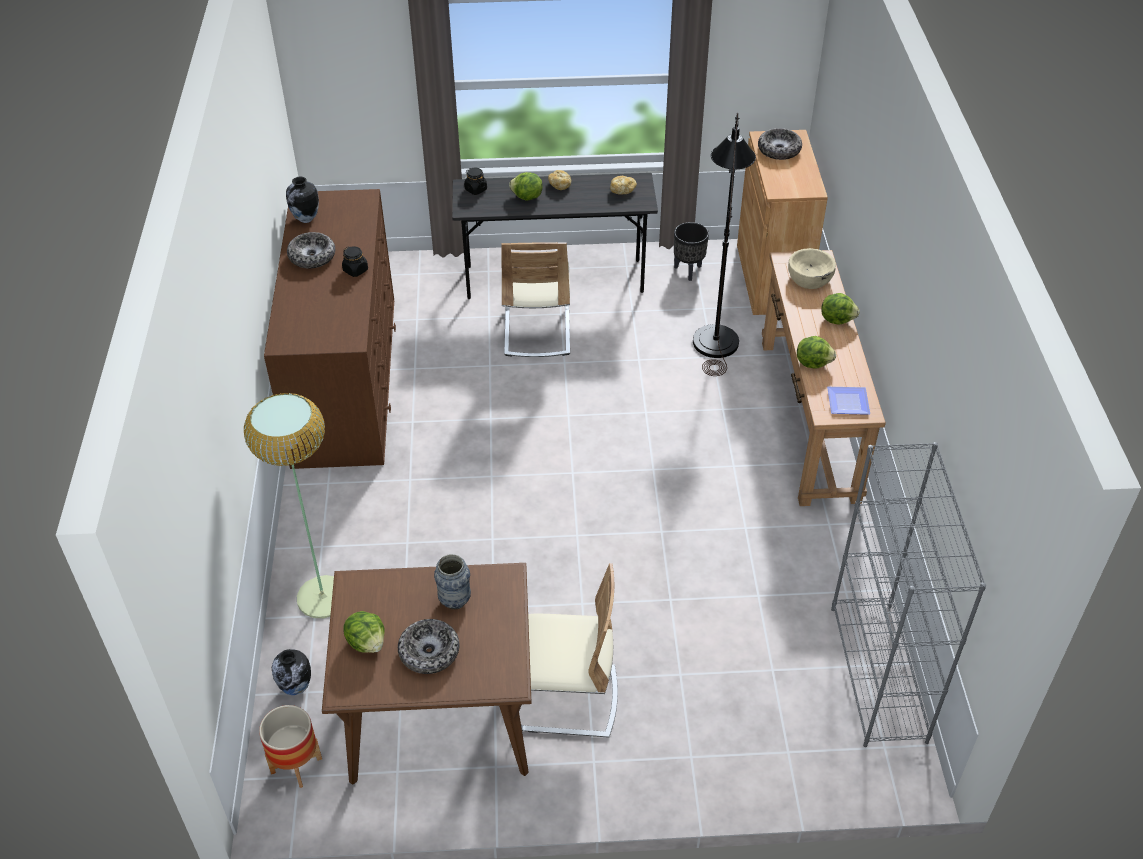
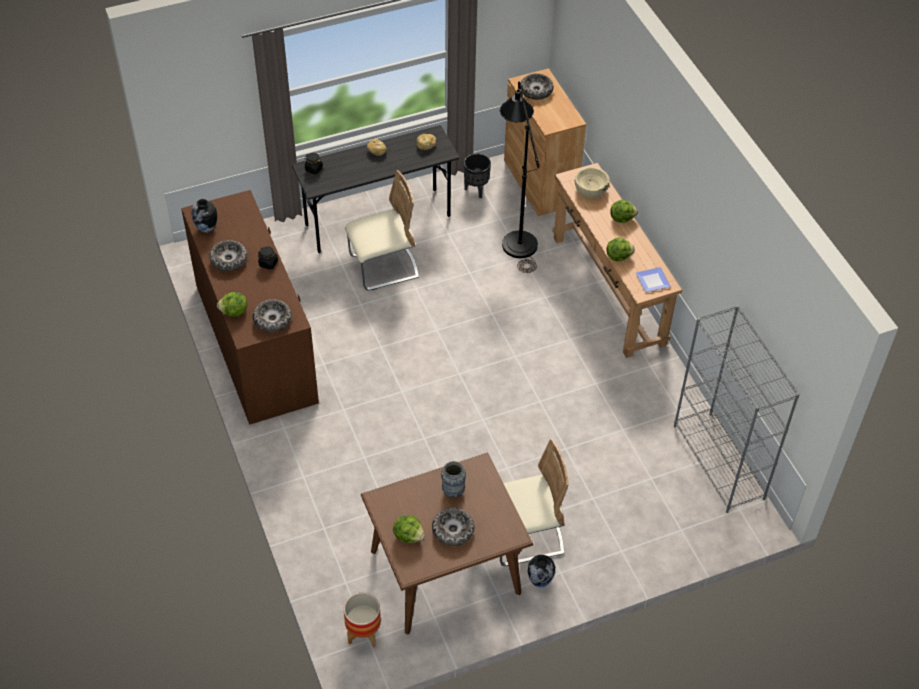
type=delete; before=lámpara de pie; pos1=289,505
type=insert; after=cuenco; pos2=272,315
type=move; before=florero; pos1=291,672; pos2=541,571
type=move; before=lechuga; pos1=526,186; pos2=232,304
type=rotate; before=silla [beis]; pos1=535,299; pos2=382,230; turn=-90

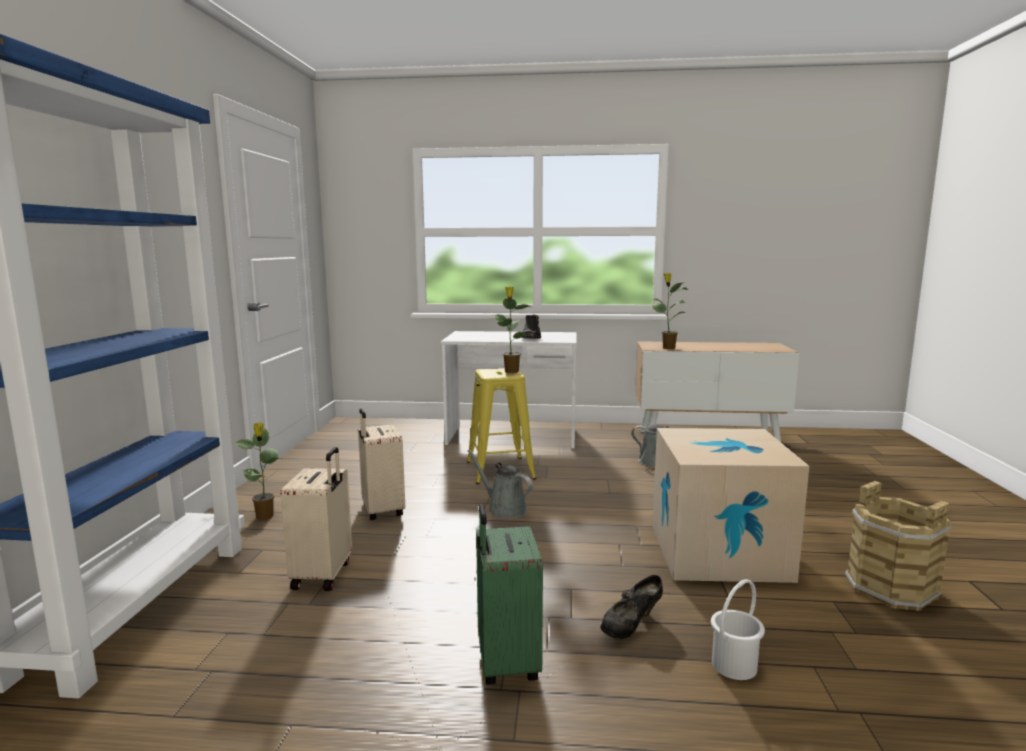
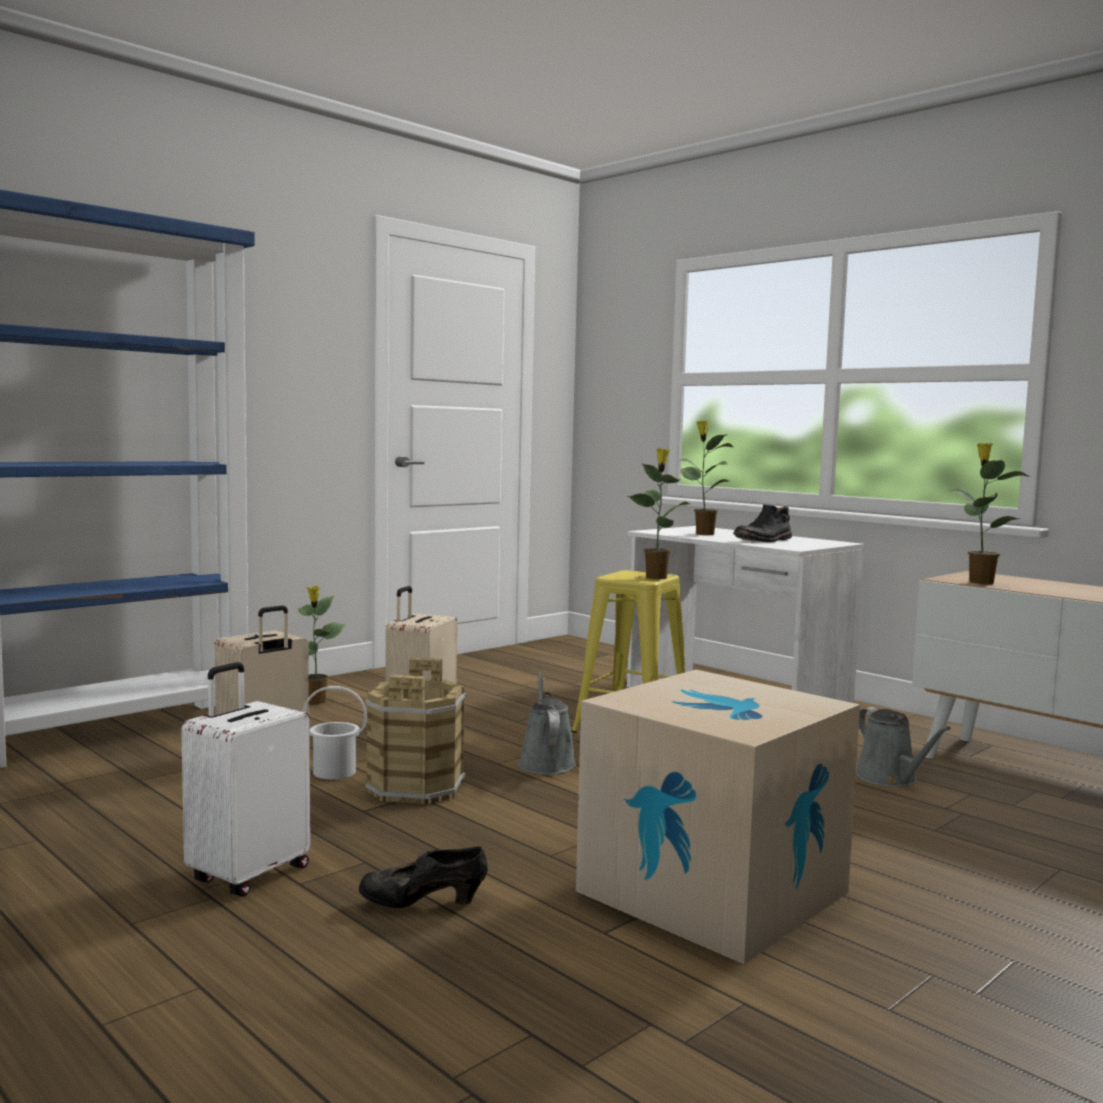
type=insert; after=planta en maceta; pos2=706,478
type=move; before=cubo [blanco]; pos1=738,629; pos2=334,733
type=move; before=cubo [marrón]; pos1=898,546; pos2=416,731
type=recolor; before=maleta [verde]; after=maleta [blanco]; pos1=509,594; pos2=245,779

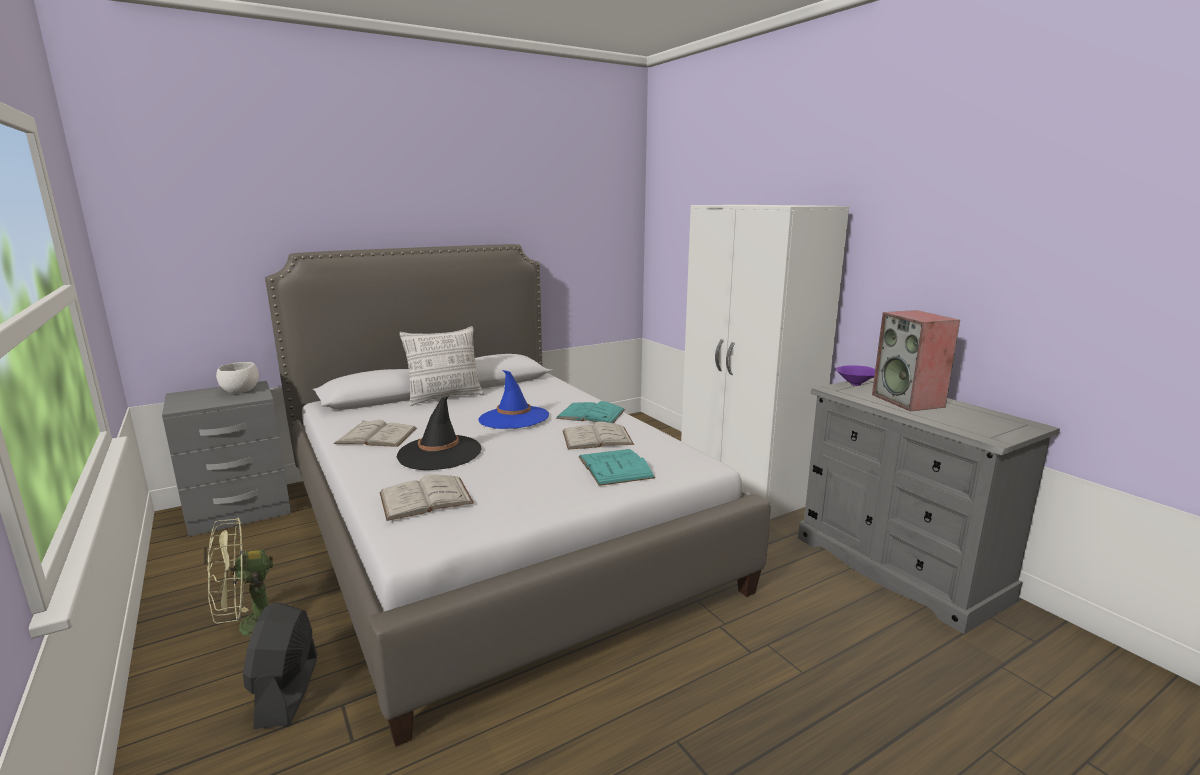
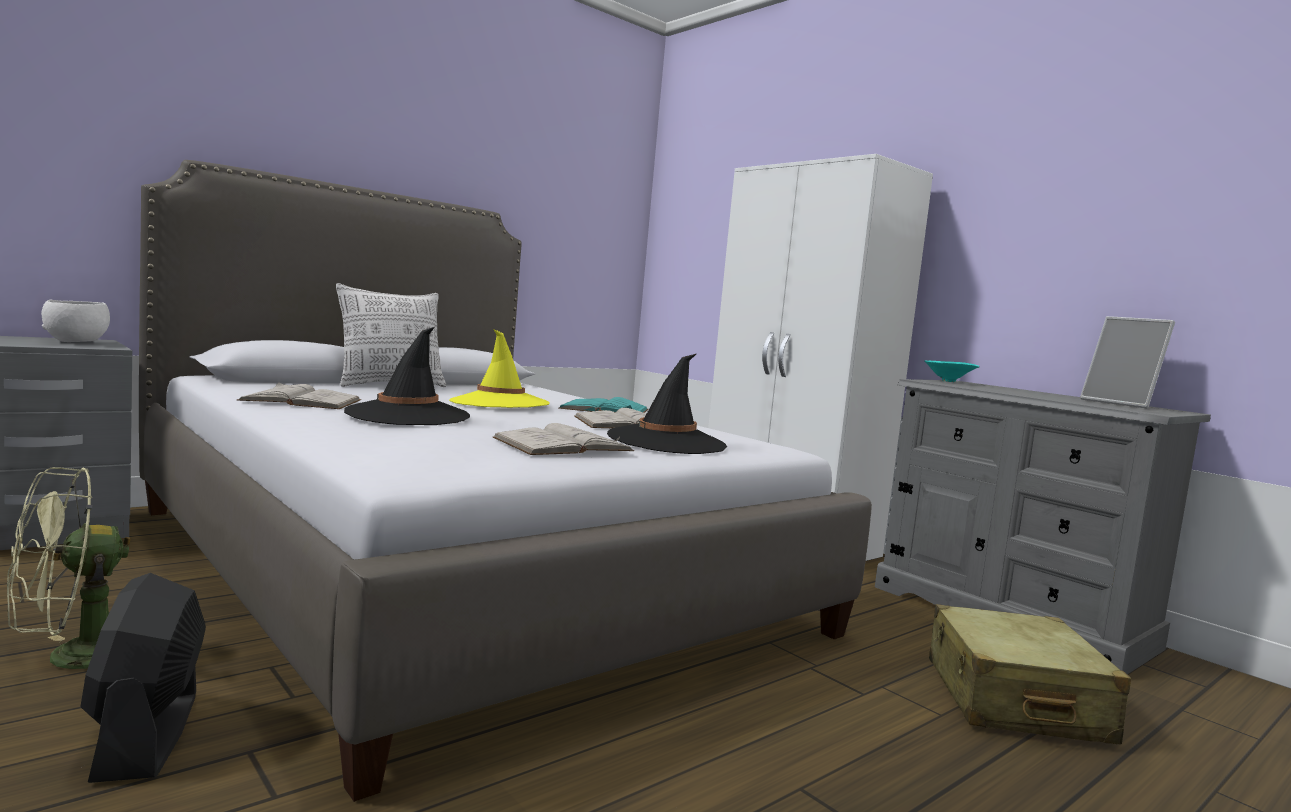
type=delete; before=altavoz; pos1=916,360
type=insert; after=maleta [beis]; pos2=1030,674
type=insert; after=portarretratos; pos2=1127,362
type=move; before=libro [blanco]; pos1=427,498; pos2=563,439
type=replace; before=libro [turquesa]; after=sombrero [negro]; pos1=616,467; pos2=667,404
type=recolor; before=sombrero [azul]; after=sombrero [amarillo]; pos1=513,399; pos2=499,368
type=recolor; before=cuenco [morado]; after=cuenco [turquesa]; pos1=855,375; pos2=952,371

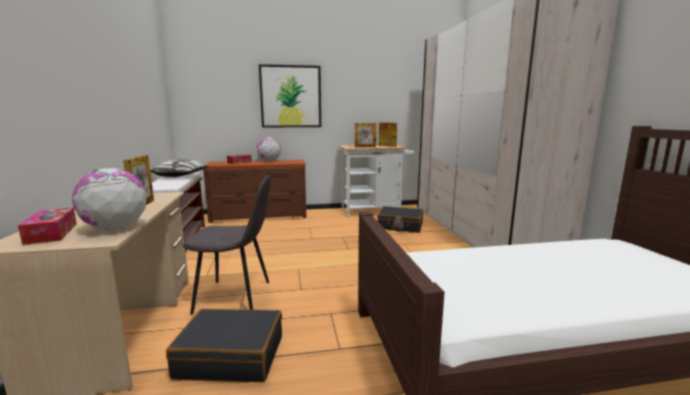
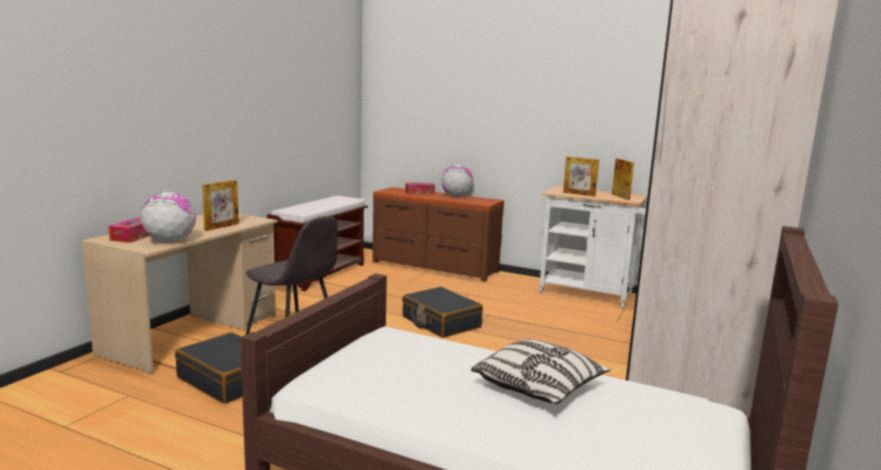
type=delete; before=cuadro; pos1=290,96
type=move; before=cojín; pos1=180,168; pos2=540,371
type=move; before=maleta [negro]; pos1=400,219; pos2=442,312

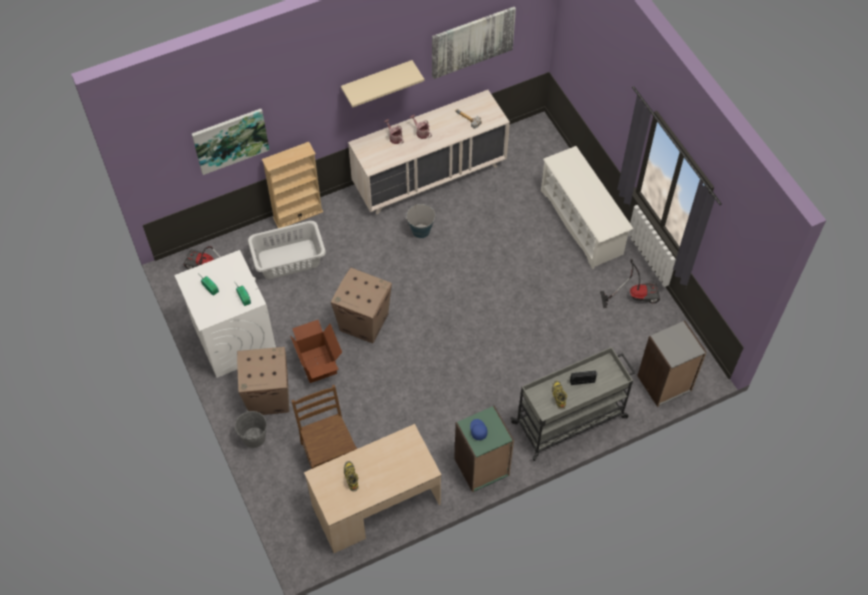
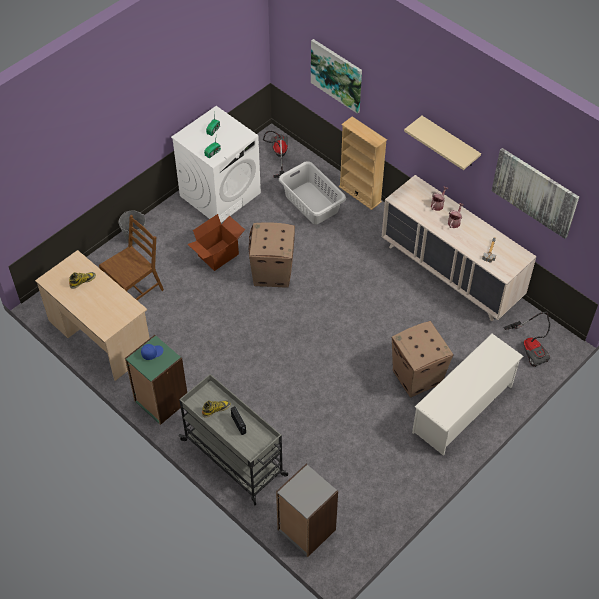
type=delete; before=cubo; pos1=420,221
type=move; before=caja de cartón; pos1=263,381; pos2=423,359
type=move; before=aspiradora; pos1=630,283; pos2=527,339

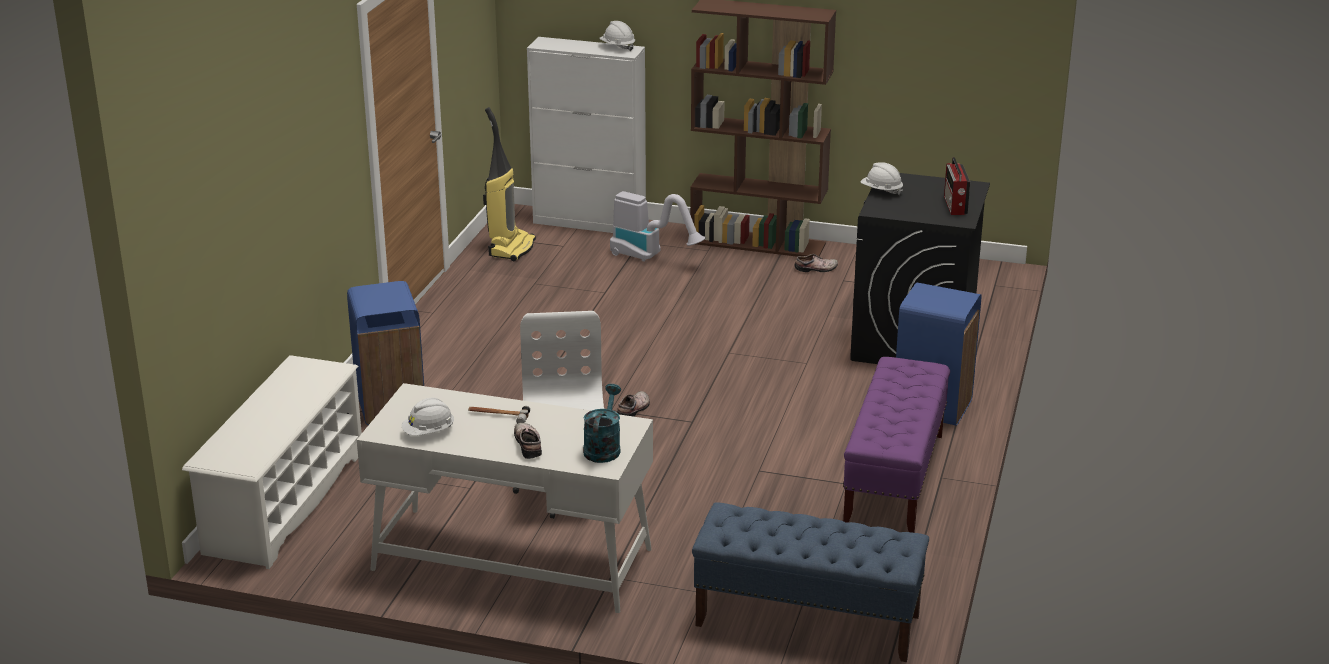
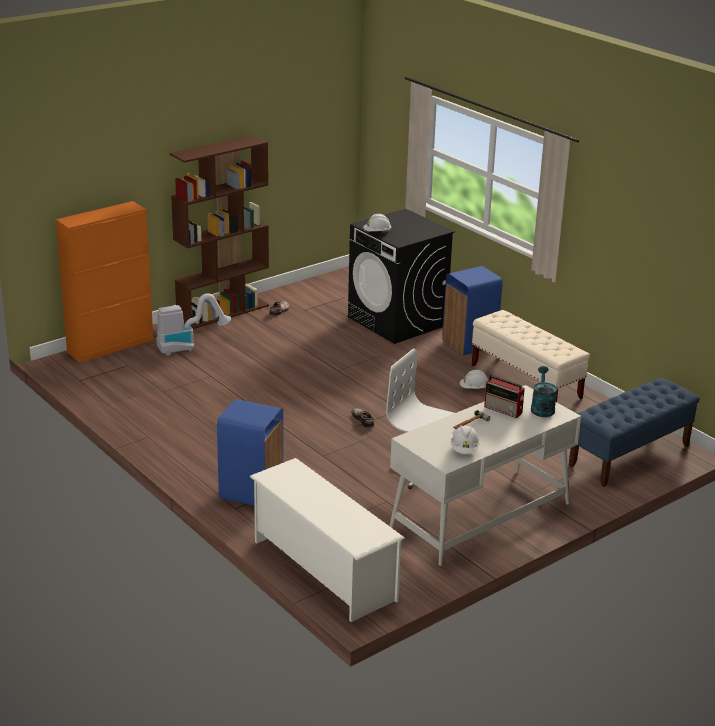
type=delete; before=aspiradora; pos1=509,184
type=delete; before=zapato; pos1=528,441
type=move; before=casco [blanco]; pos1=617,36; pos2=474,379
type=move; before=radio; pos1=957,186; pos2=504,396
type=recolor; before=armario [blanco]; after=armario [naranja]; pos1=586,135; pos2=104,282
type=recolor; before=banco [morado]; after=banco [beis]; pos1=896,445; pos2=531,356
type=rotate; before=regadera [turquesa]; pos1=602,423; pos2=544,391; turn=45

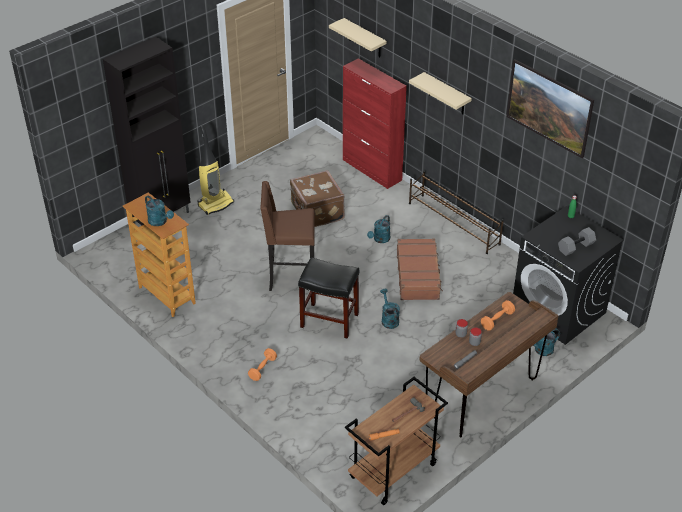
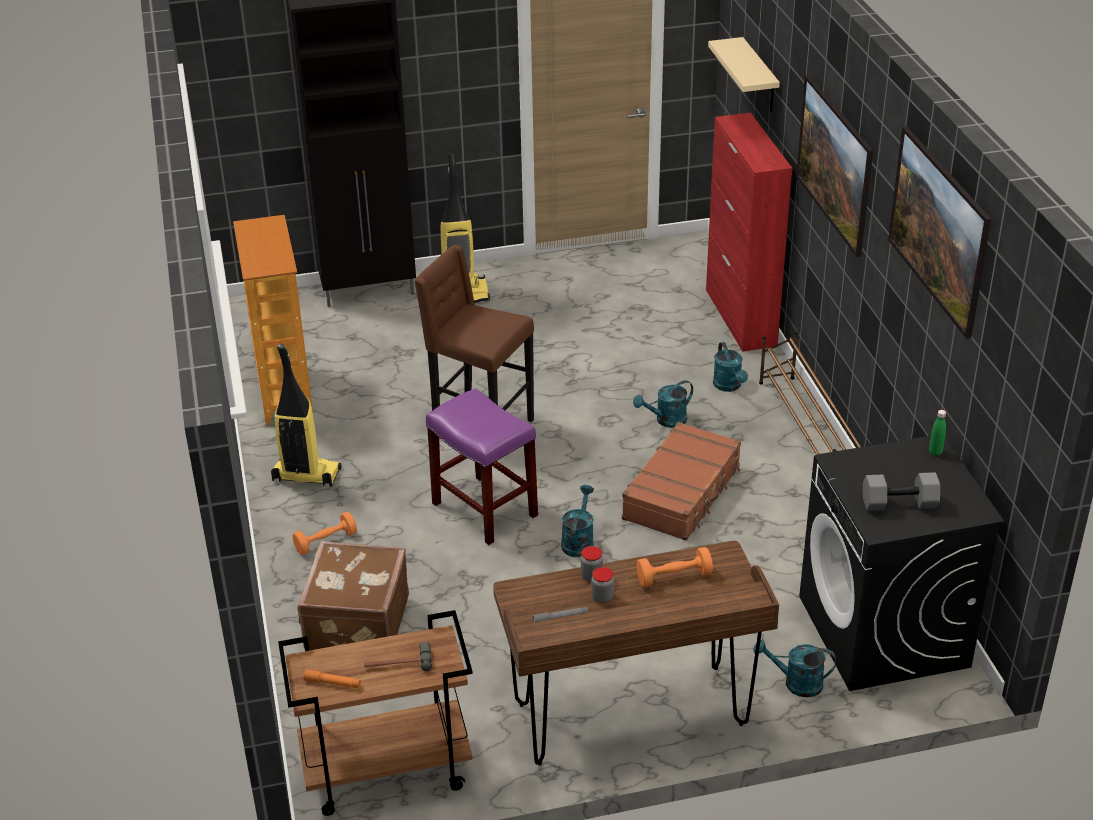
type=insert; after=aspiradora; pos2=306,415
type=move; before=regadera [turquesa]; pos1=159,210; pos2=730,367
type=move; before=maleta [marrón]; pos1=317,198; pos2=353,596
type=replace; before=estante [beis]; after=cuadro; pos1=440,93; pos2=834,166
type=recolor; before=taburete [negro]; after=taburete [morado]; pos1=328,298; pos2=482,466

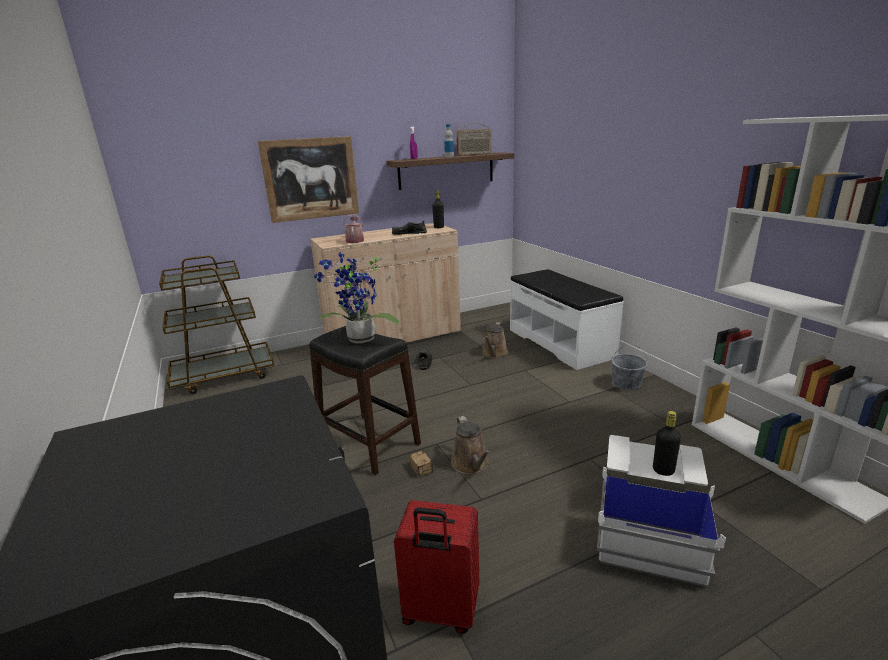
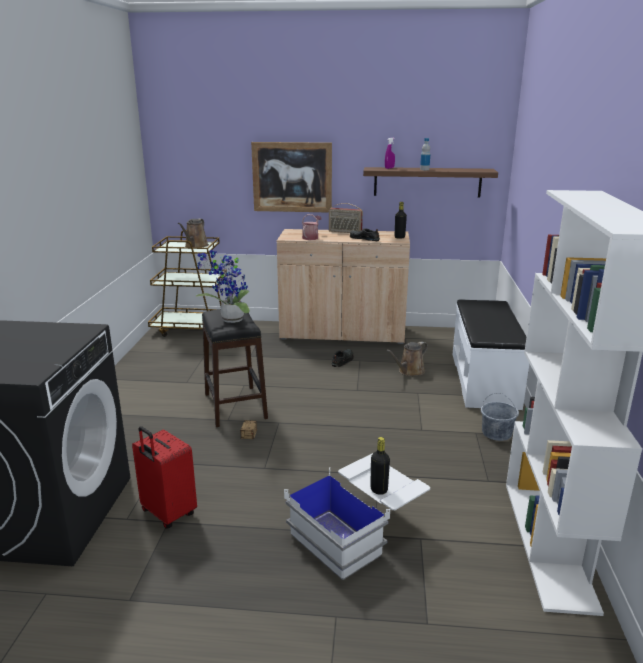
type=move; before=regadera [marrón]; pos1=470,445; pos2=193,233
type=move; before=radio; pos1=474,139; pos2=346,218

